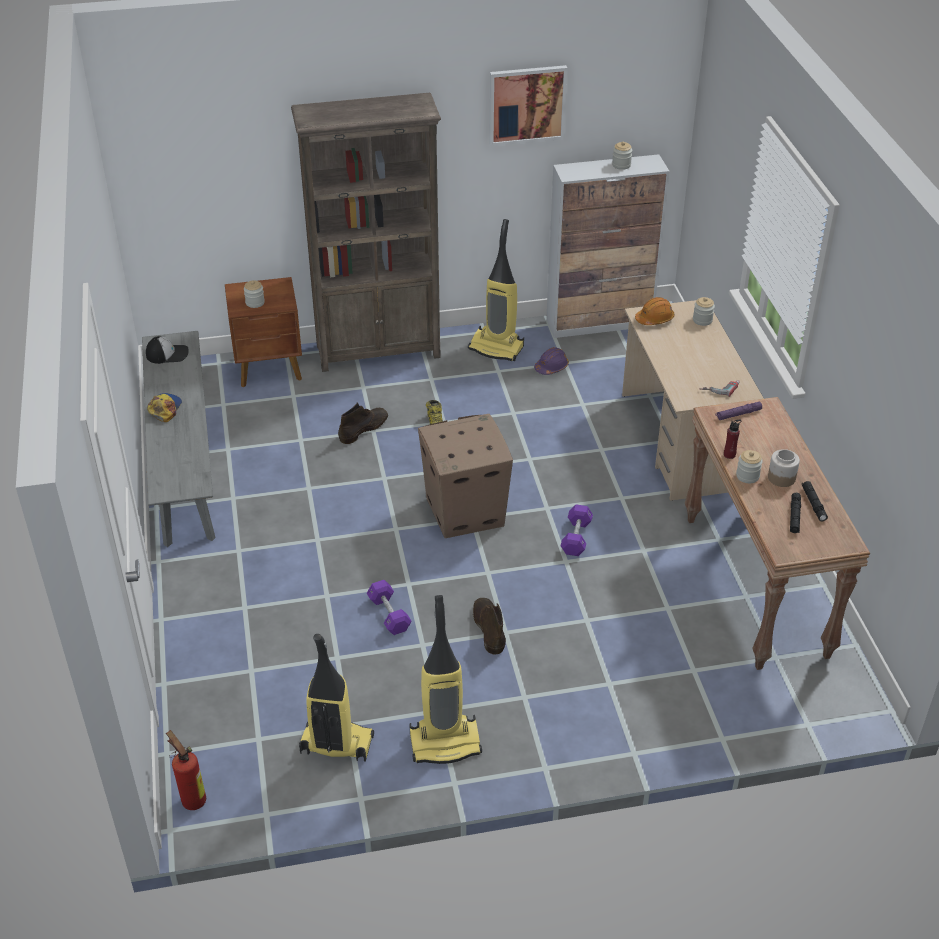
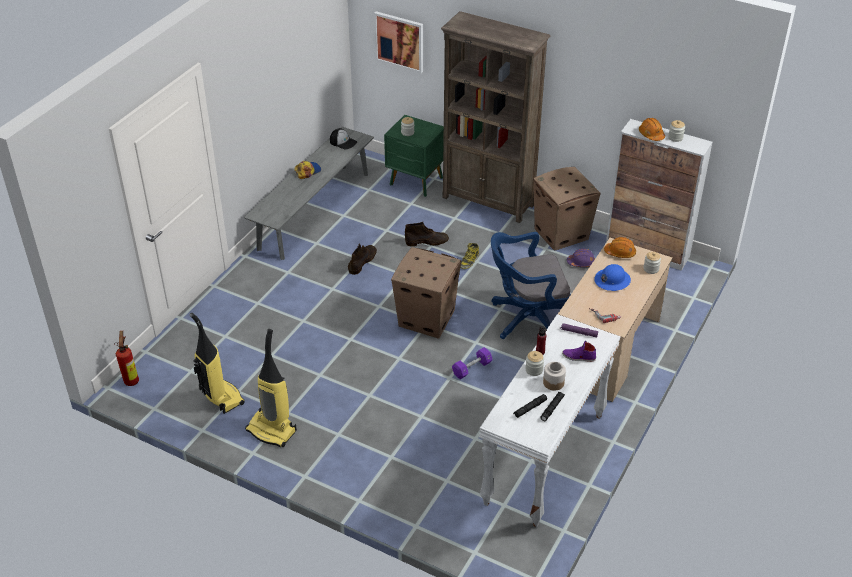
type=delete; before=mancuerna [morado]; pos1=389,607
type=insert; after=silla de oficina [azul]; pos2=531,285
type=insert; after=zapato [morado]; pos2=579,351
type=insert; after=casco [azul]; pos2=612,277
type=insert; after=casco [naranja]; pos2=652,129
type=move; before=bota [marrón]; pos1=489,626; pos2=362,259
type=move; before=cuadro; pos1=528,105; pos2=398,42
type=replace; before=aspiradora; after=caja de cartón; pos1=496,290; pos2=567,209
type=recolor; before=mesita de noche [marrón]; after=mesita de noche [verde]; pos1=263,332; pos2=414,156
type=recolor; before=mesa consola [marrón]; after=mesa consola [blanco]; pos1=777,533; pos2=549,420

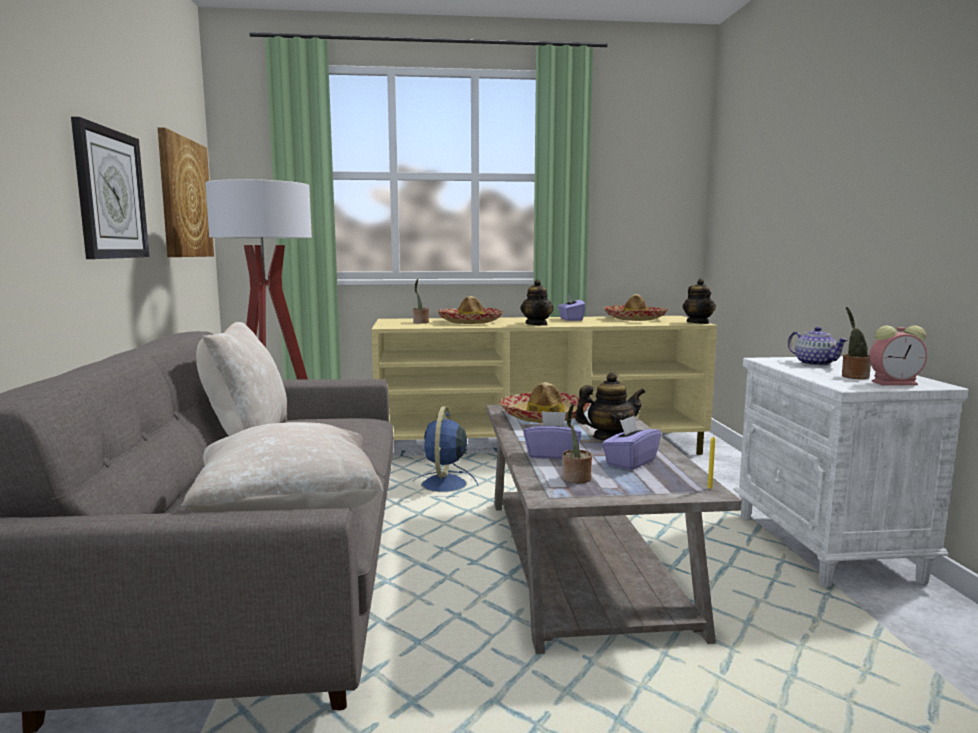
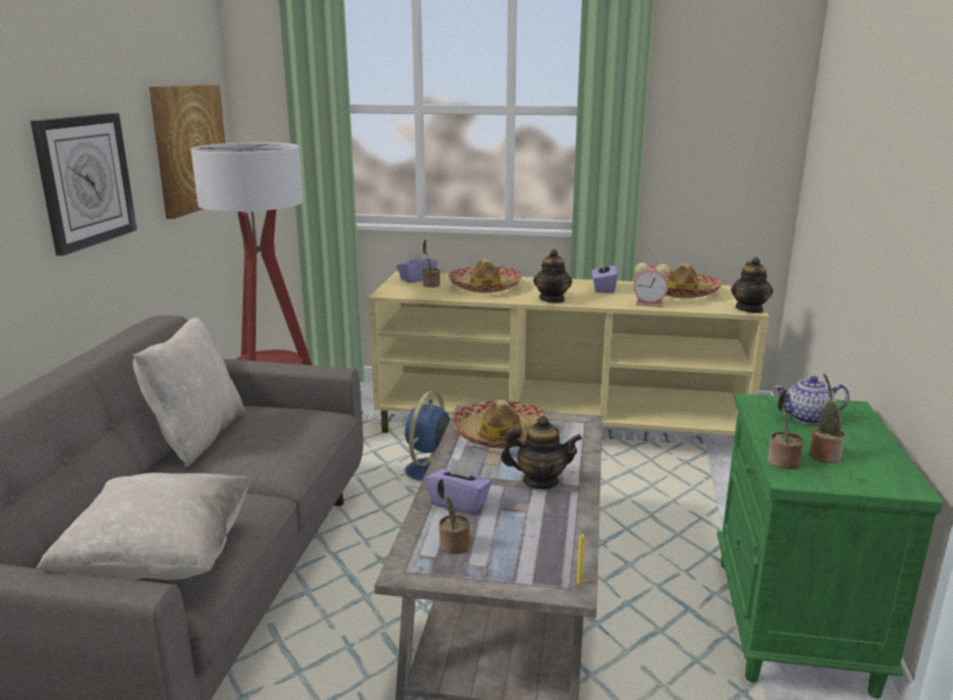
type=insert; after=planta en maceta; pos2=785,429
type=move; before=caja de pañuelos [morado]; pos1=631,443; pos2=417,266
type=move; before=despertador; pos1=898,355; pos2=651,285
type=recolor; before=mesita de noche [blanco]; after=mesita de noche [verde]; pos1=850,471; pos2=830,546
type=rotate; before=tetera; pos1=818,346; pos2=812,400; turn=105

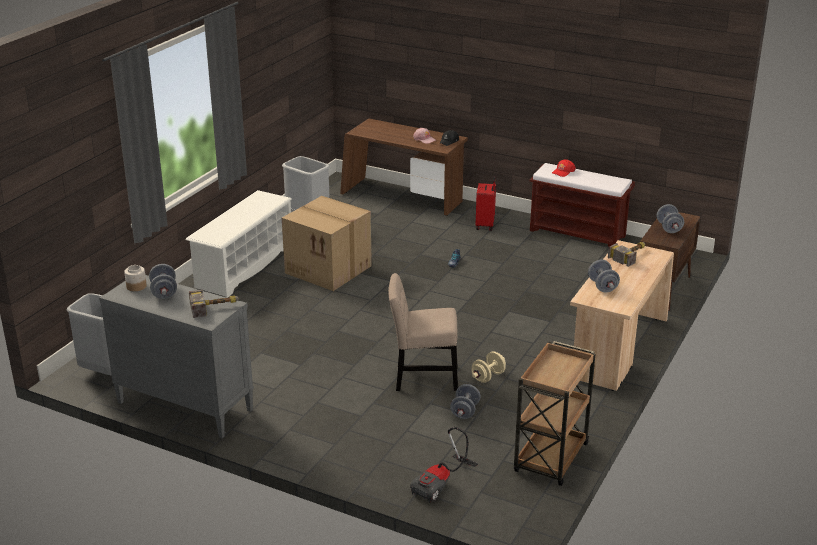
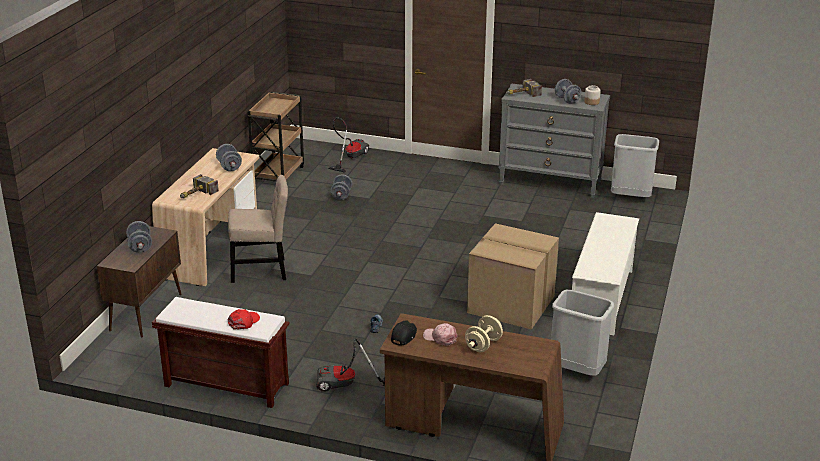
type=move; before=silla [beis]; pos1=423,332; pos2=258,229
type=move; before=mancuerna [beis]; pos1=488,367; pos2=484,333
type=replace; before=maleta [rojo]; after=aspiradora; pos1=486,203; pos2=350,365

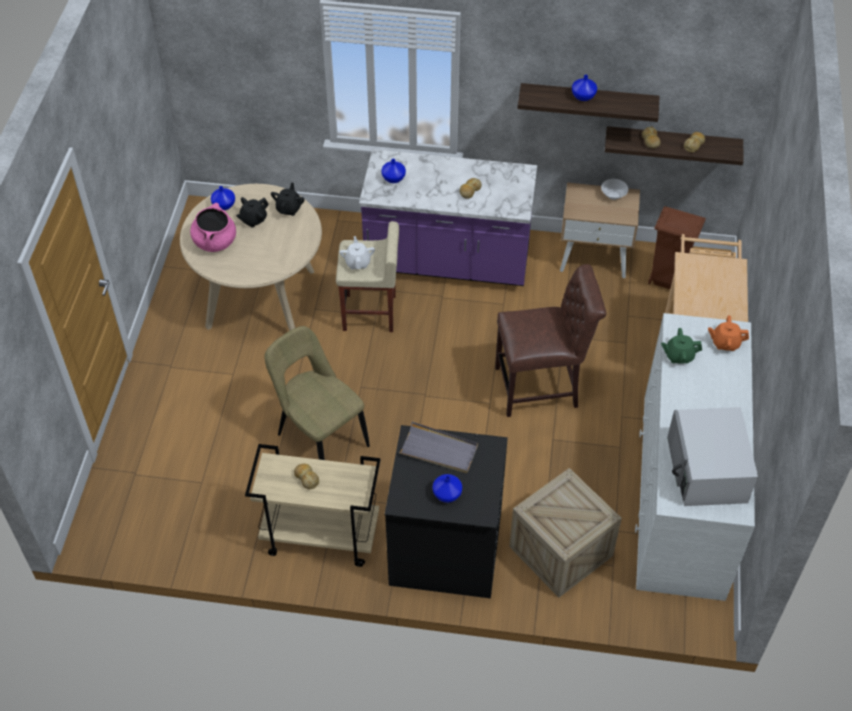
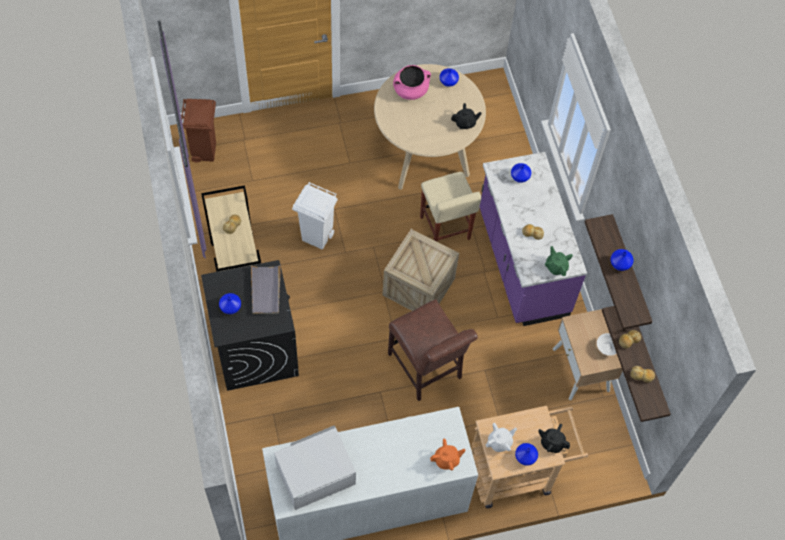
type=insert; after=florero [azul]; pos2=526,454
type=move; before=tetera [negro]; pos1=252,212; pos2=554,438
type=move; before=tetera [blanco]; pos1=357,253; pos2=501,437
type=move; before=caja de embalaje; pos1=565,533; pos2=421,270
type=move; before=papelera [marrón]; pos1=677,247; pos2=198,131
type=move; before=tetera [verde]; pos1=681,346; pos2=559,261
type=replace; before=silla [beis]; after=papelera [blanco]; pos1=317,393; pos2=315,216
type=rotate; before=tetera [naranja]; pos1=728,333; pos2=448,454; turn=90

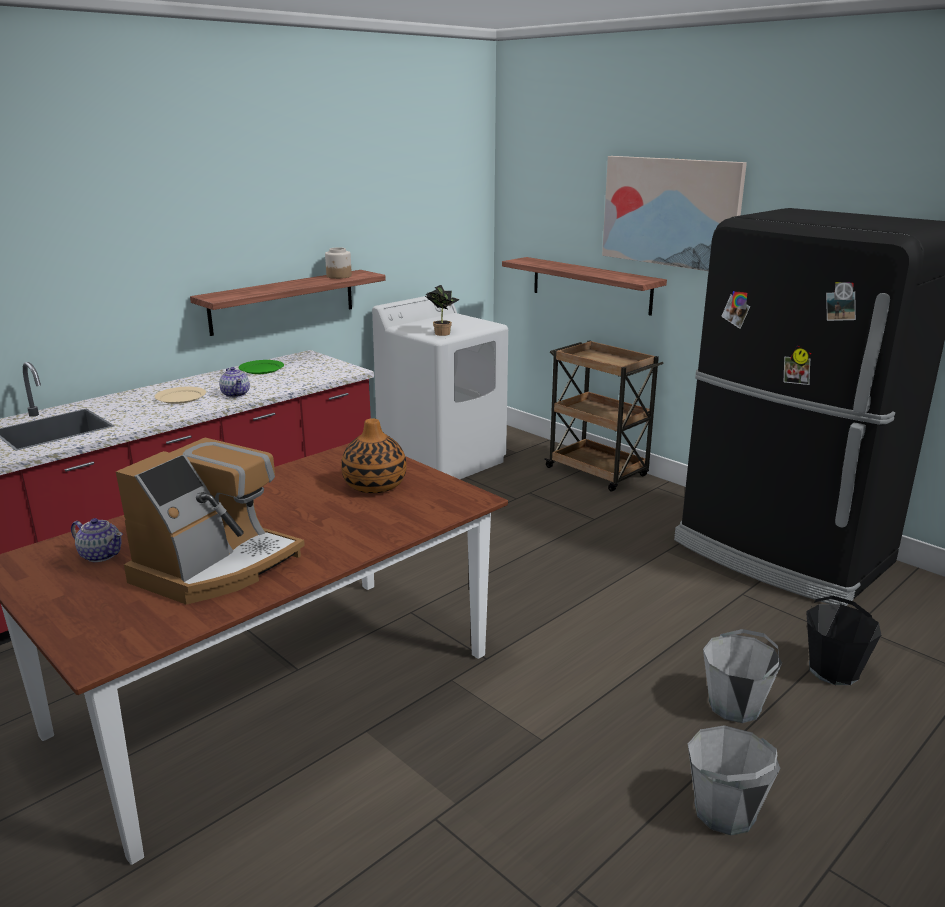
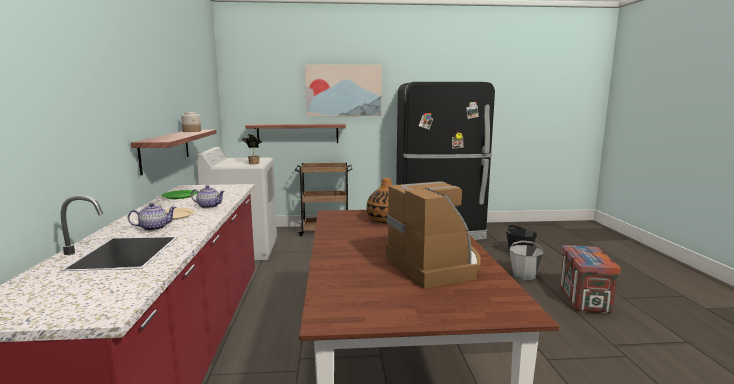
type=move; before=tetera; pos1=97,540; pos2=152,217
type=replace; before=cubo [gris]; after=caja de embalaje; pos1=734,780; pos2=590,279

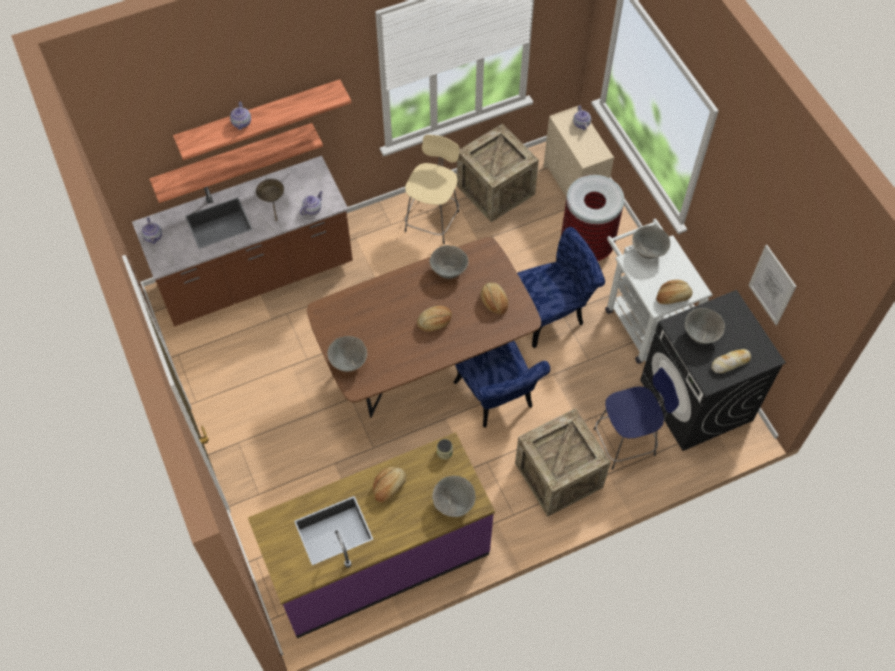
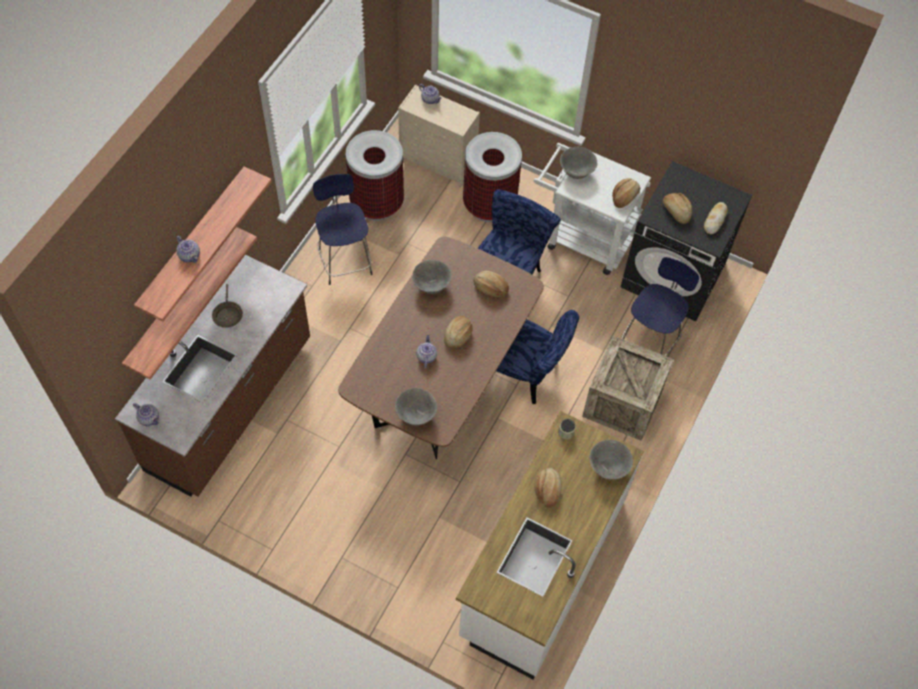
type=delete; before=cuadro; pos1=772,285
type=move; before=tetera; pos1=311,203; pos2=426,351
type=replace; before=caja de embalaje; after=papelera; pos1=498,173; pos2=375,175
type=replace; before=cuenco [gris]; after=pan; pos1=705,326; pos2=678,208
type=recolor; before=mueble bajo de cocina [morado]; after=mueble bajo de cocina [blanco]; pos1=371,535; pos2=550,545
type=recolor; before=taburete [beis]; after=taburete [azul]; pos1=432,189; pos2=343,229
type=rotate; before=sartén [marrón]; pos1=270,200; pos2=227,306; turn=-135

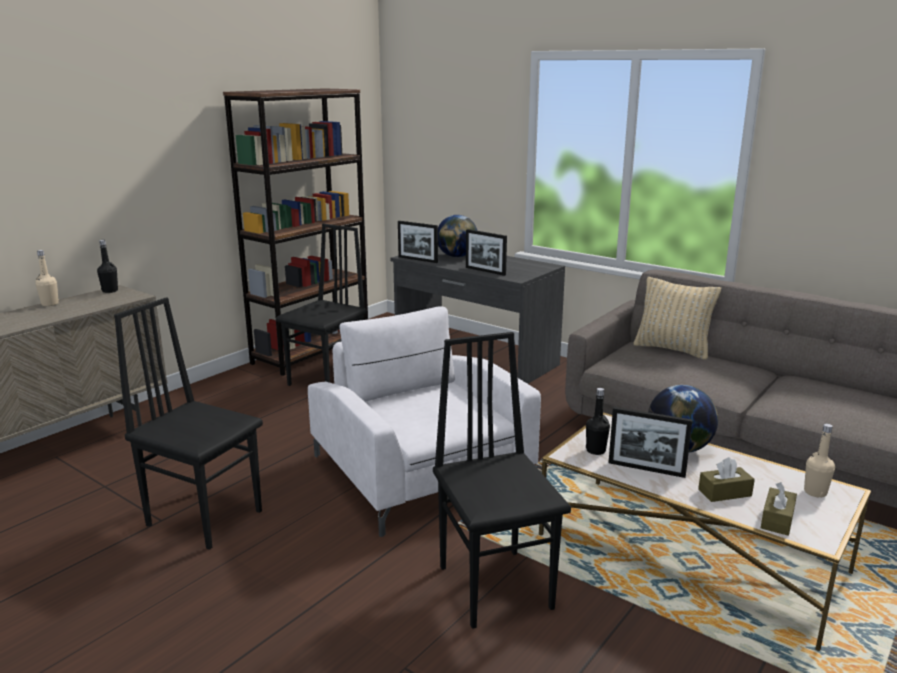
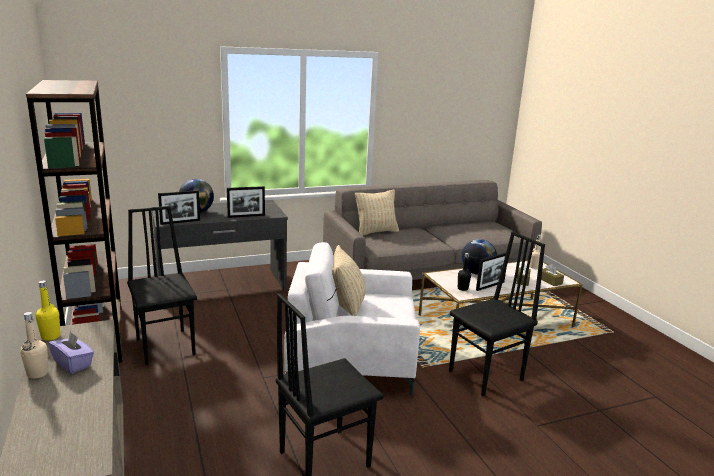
type=insert; after=caja de pañuelos [morado]; pos2=71,352
type=insert; after=cojín [beis]; pos2=349,280
type=recolor; before=botella [negro]; after=botella [amarillo]; pos1=107,266; pos2=47,310
type=rotate; before=silla [negro]; pos1=502,480; pos2=497,313; turn=135

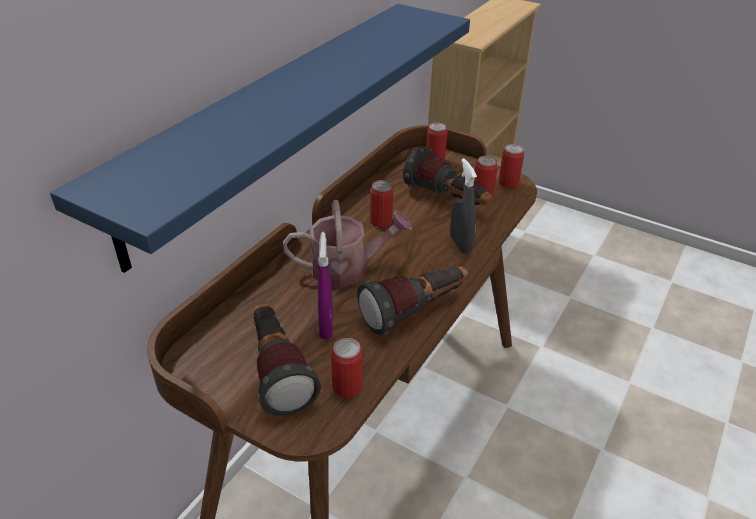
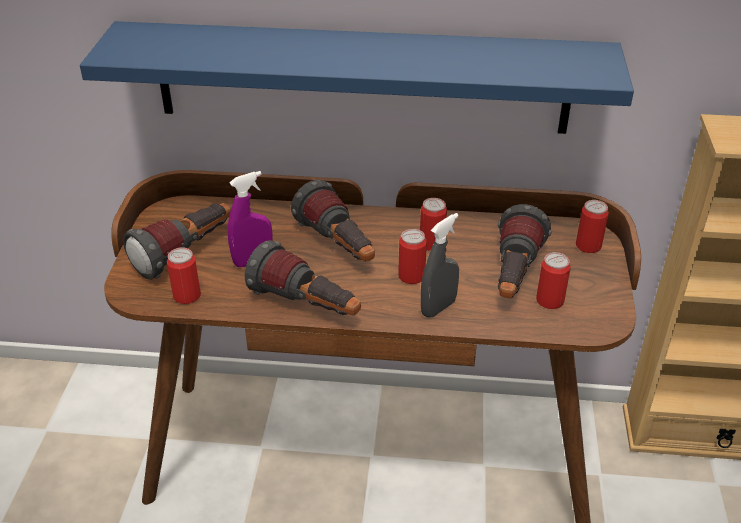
type=move; before=lata; pos1=511,166; pos2=412,256
type=replace; before=regadera; after=linterna; pos1=347,244; pos2=333,221

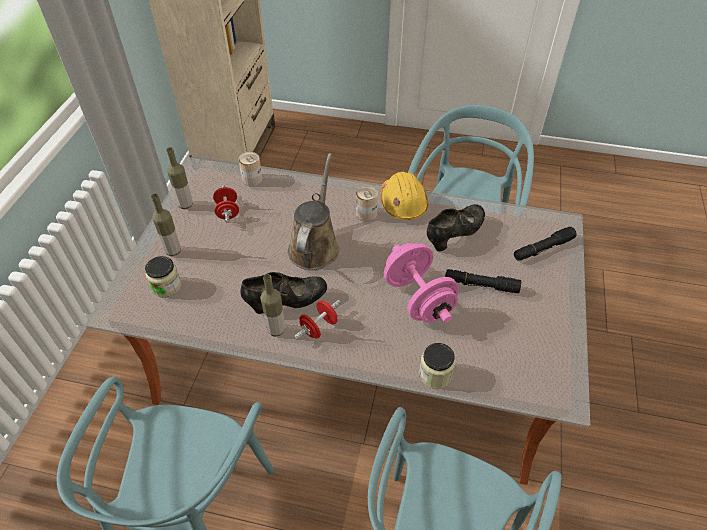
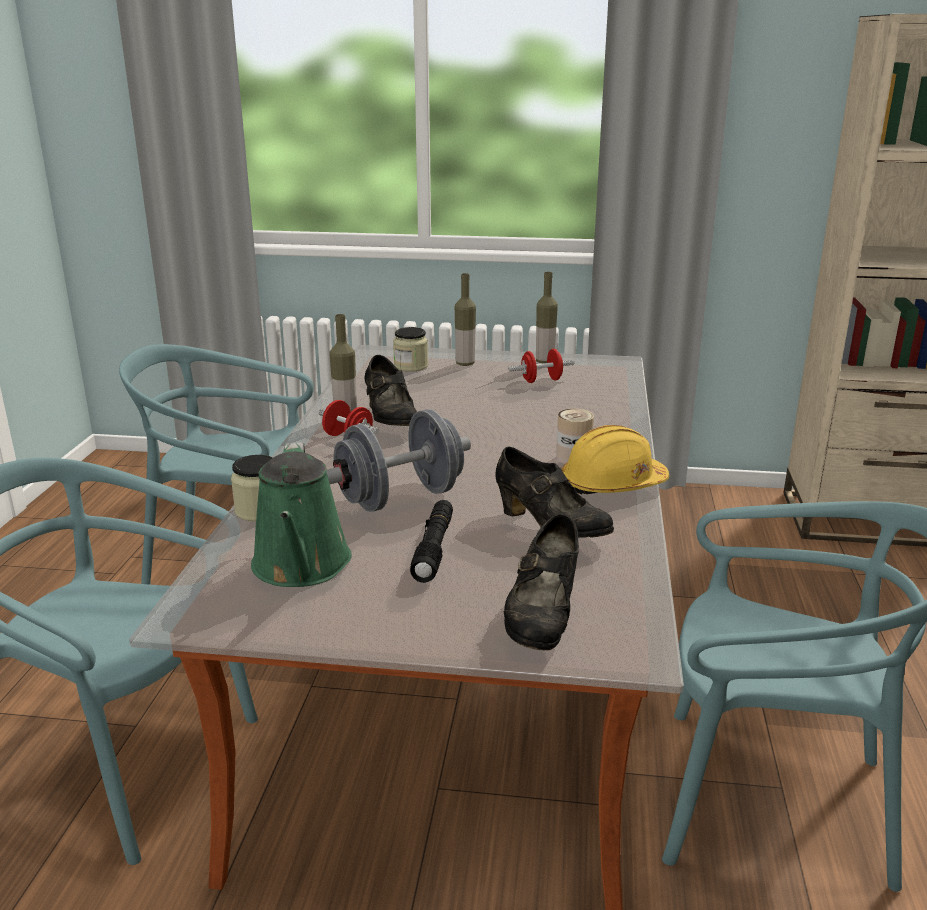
type=delete; before=lata; pos1=251,169
type=delete; before=regadera [marrón]; pos1=313,211
type=insert; after=regadera [verde]; pos2=301,514
type=replace; before=linterna [negro]; after=zapato [negro]; pos1=545,244; pos2=541,582
type=recolor; before=mancuerna [rosa]; after=mancuerna [gris]; pos1=421,283; pos2=399,460

